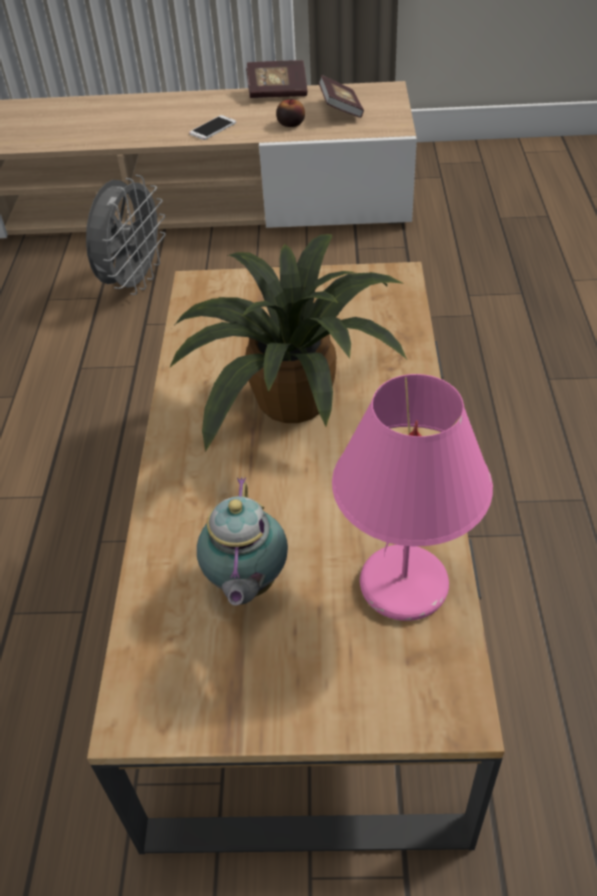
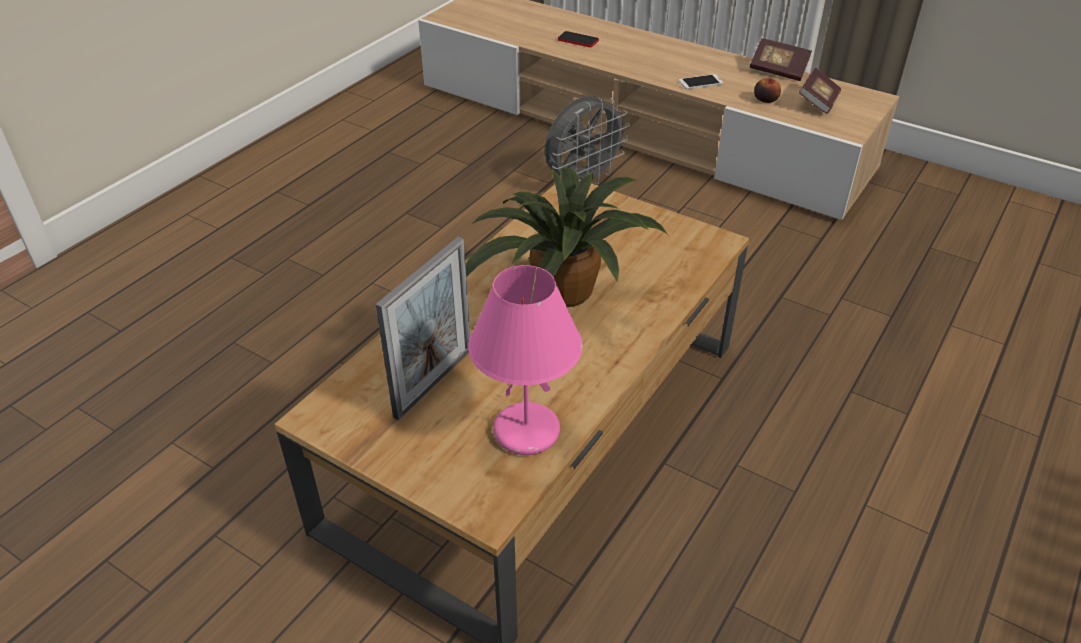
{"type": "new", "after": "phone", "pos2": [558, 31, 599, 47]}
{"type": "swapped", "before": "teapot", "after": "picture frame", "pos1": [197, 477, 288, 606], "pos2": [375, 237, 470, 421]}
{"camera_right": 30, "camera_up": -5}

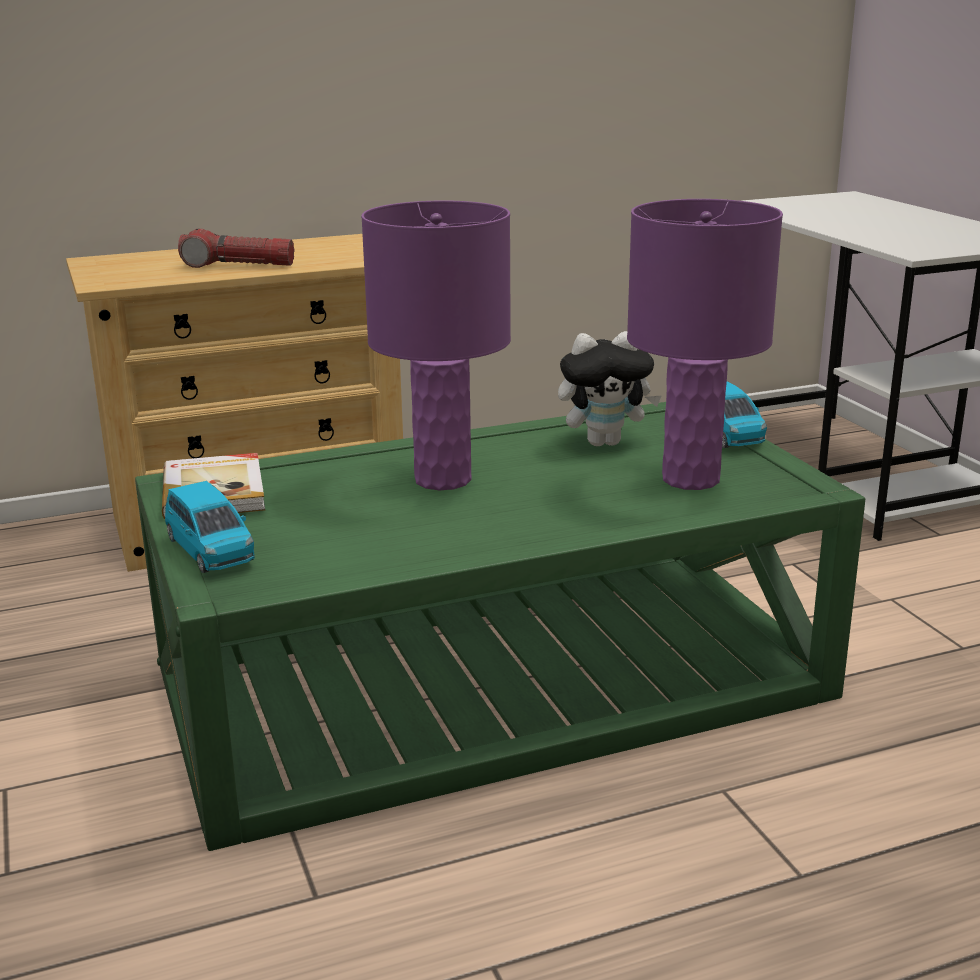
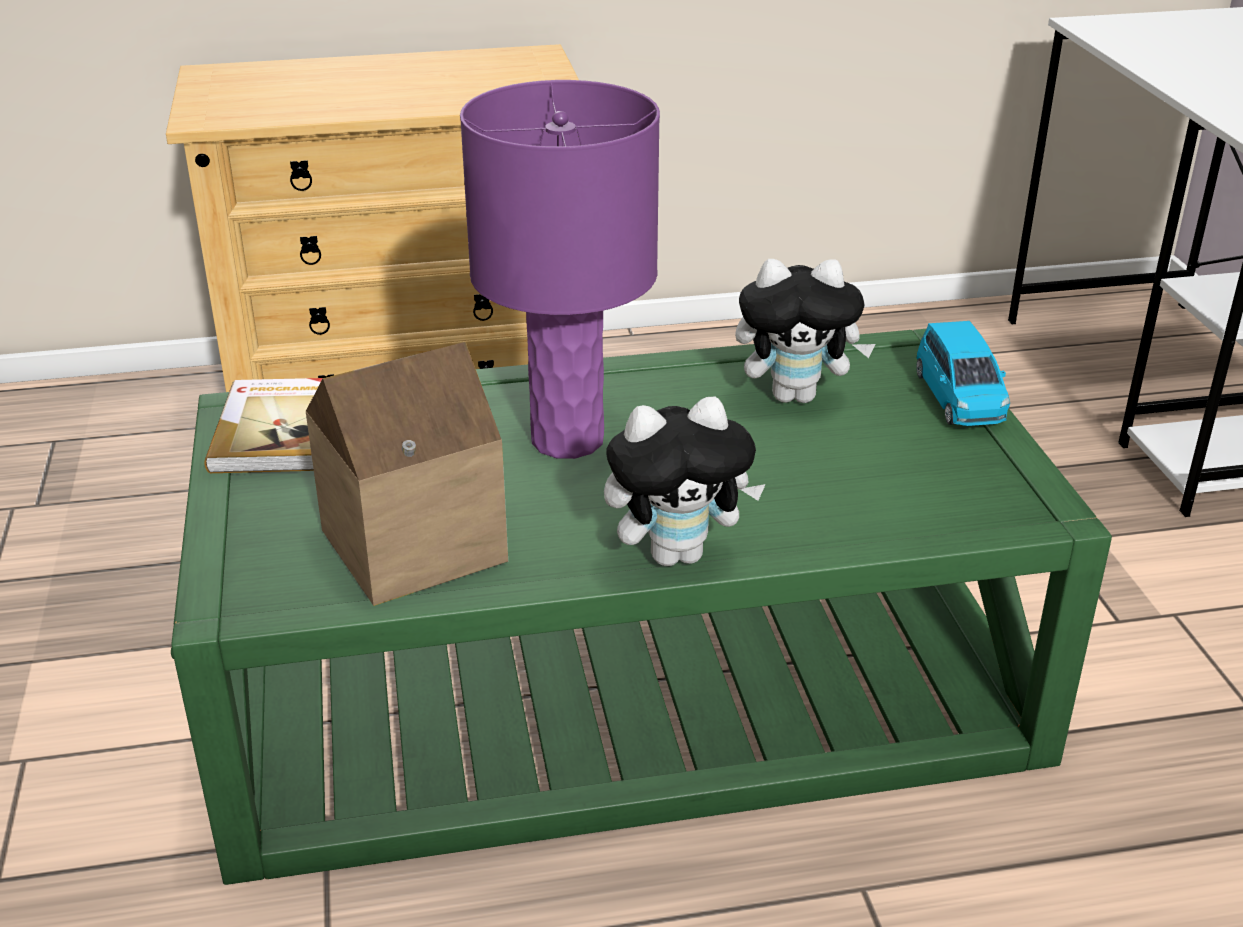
{"type": "gone", "before": "toy car/blue", "pos1": [165, 481, 255, 573]}
{"type": "gone", "before": "flashlight", "pos1": [178, 229, 294, 268]}
{"type": "gone", "before": "table lamp/purple", "pos1": [627, 199, 783, 490]}
{"type": "new", "after": "toy house", "pos2": [306, 342, 508, 606]}
{"type": "new", "after": "plush toy", "pos2": [604, 396, 766, 566]}
{"camera_right": 10, "camera_up": 10}

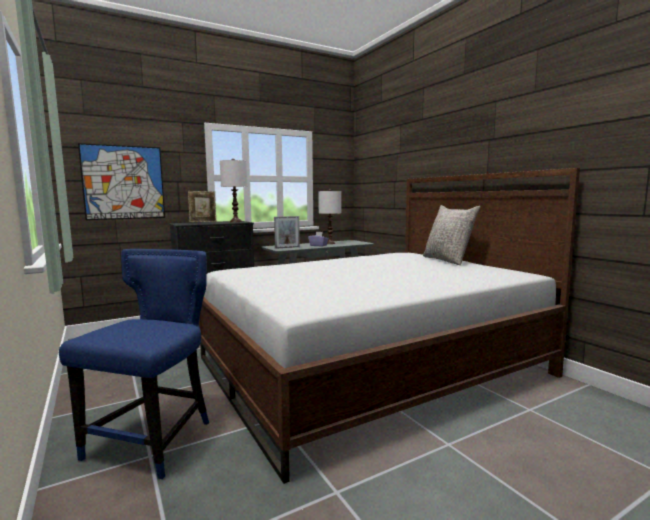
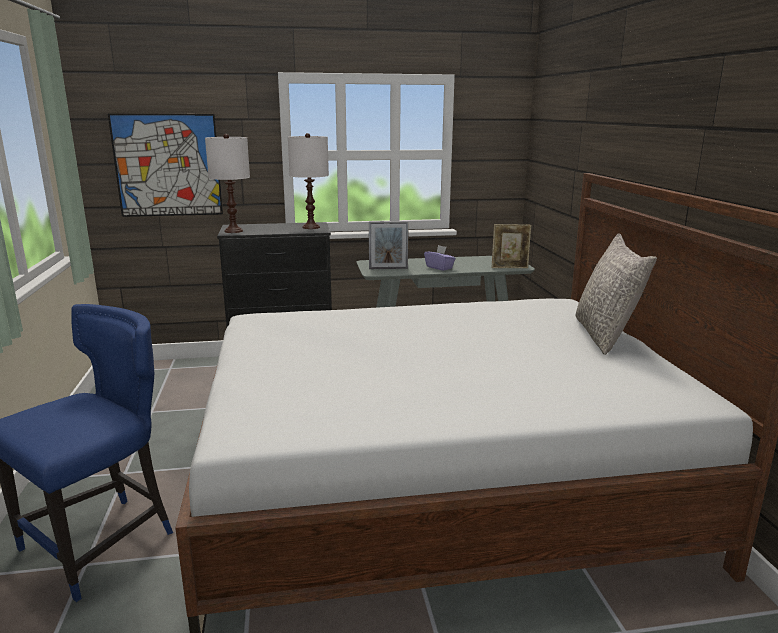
{"type": "shifted", "before": "picture frame", "pos1": [188, 191, 216, 222], "pos2": [492, 224, 531, 268]}
{"type": "shifted", "before": "table lamp/white", "pos1": [318, 189, 341, 244], "pos2": [205, 134, 250, 233]}
{"camera_right": 20, "camera_up": 10}

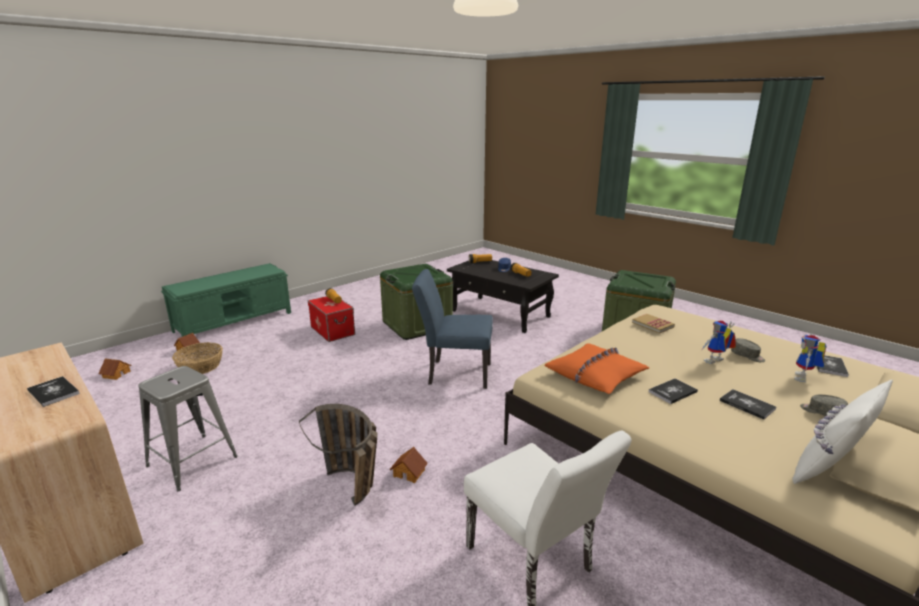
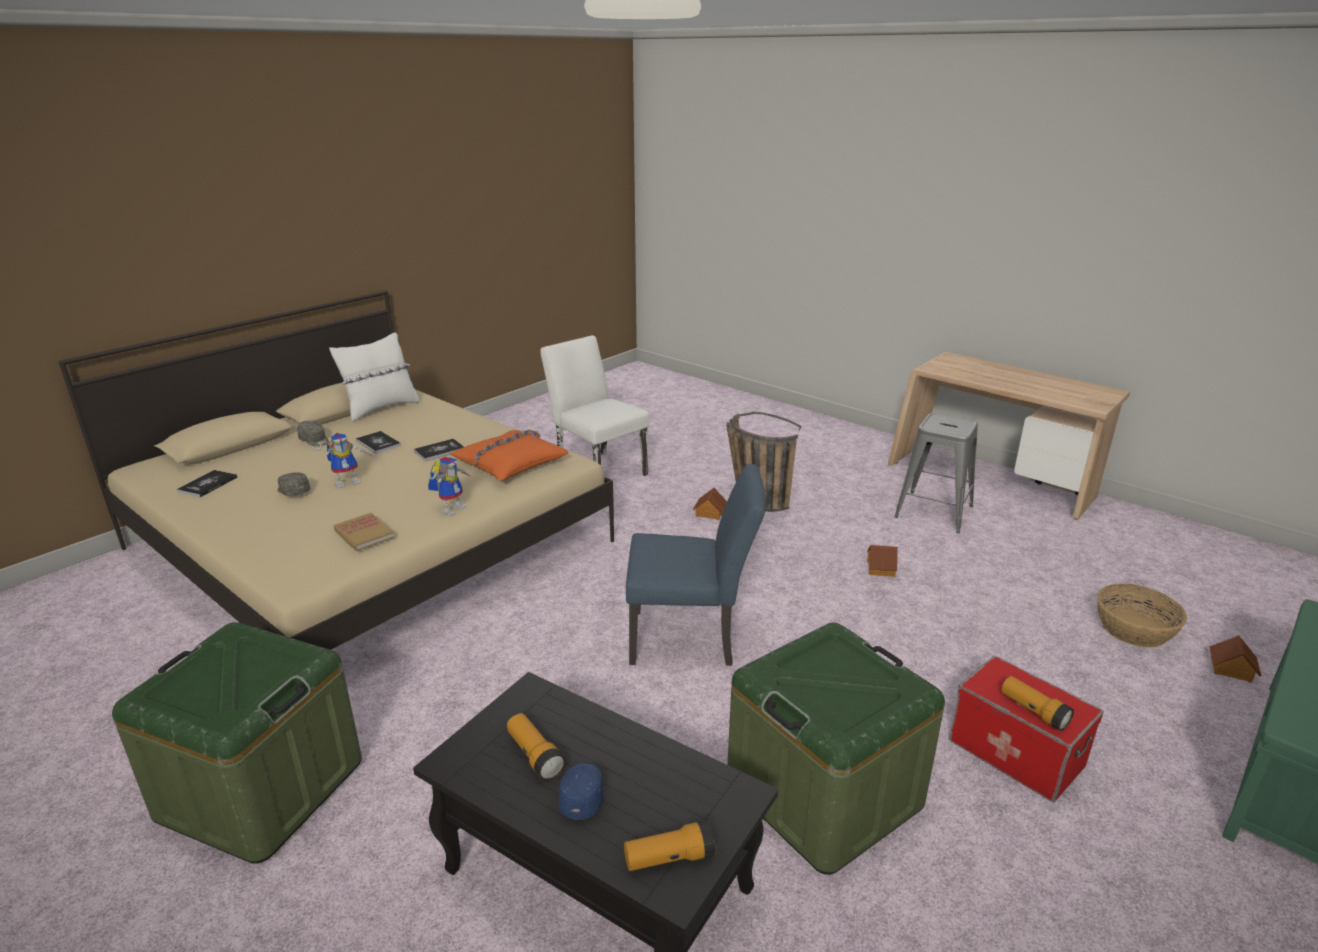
{"type": "gone", "before": "book", "pos1": [27, 376, 80, 407]}
{"type": "shifted", "before": "toy house", "pos1": [98, 358, 131, 380], "pos2": [867, 545, 898, 577]}
{"type": "shifted", "before": "toy robot", "pos1": [794, 333, 827, 382], "pos2": [428, 457, 470, 516]}
{"camera_right": 175, "camera_up": 5}

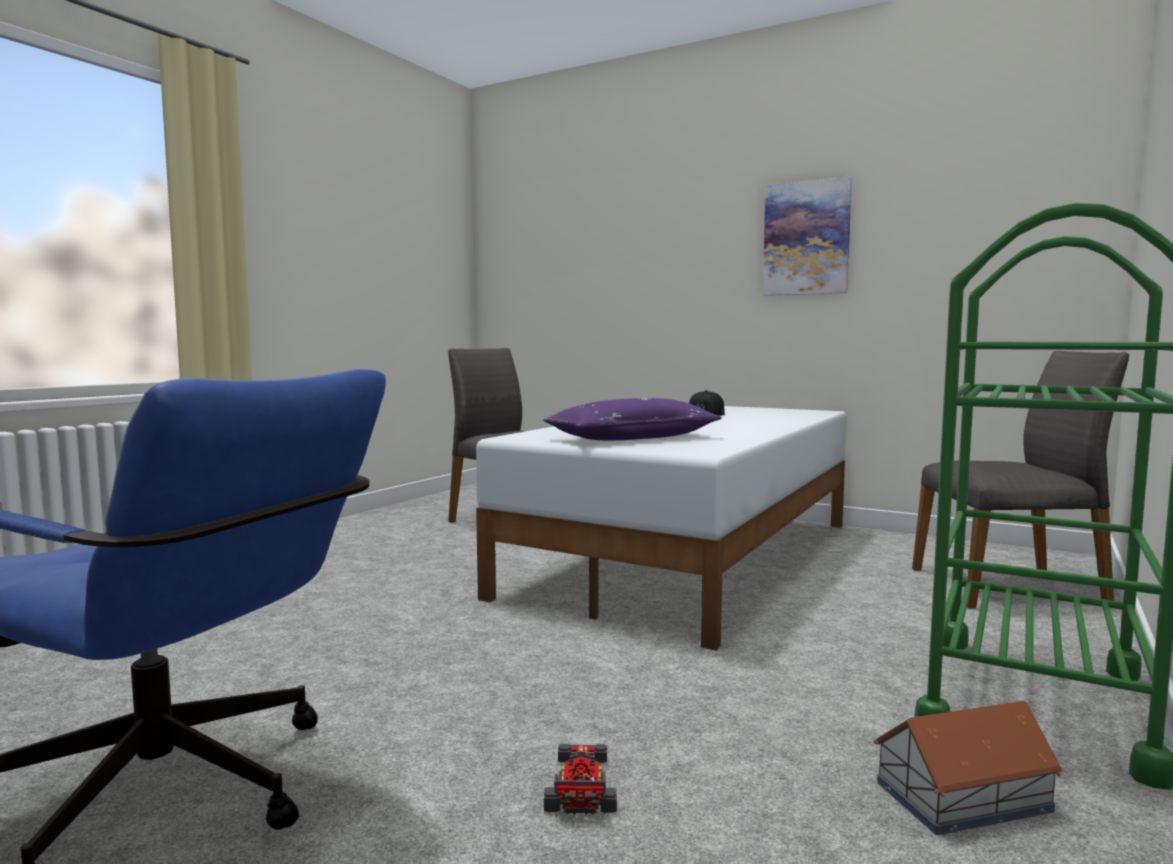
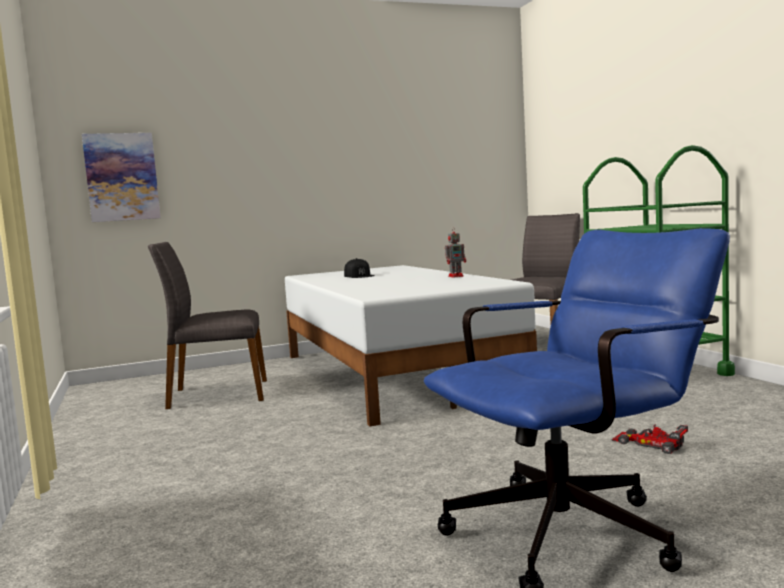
{"type": "gone", "before": "pillow/purple", "pos1": [543, 398, 722, 440]}
{"type": "gone", "before": "toy house", "pos1": [873, 701, 1064, 835]}
{"type": "new", "after": "toy robot", "pos2": [445, 227, 466, 277]}
{"type": "shifted", "before": "picture", "pos1": [763, 176, 852, 296], "pos2": [82, 133, 161, 222]}
{"camera_right": -50, "camera_up": 0}

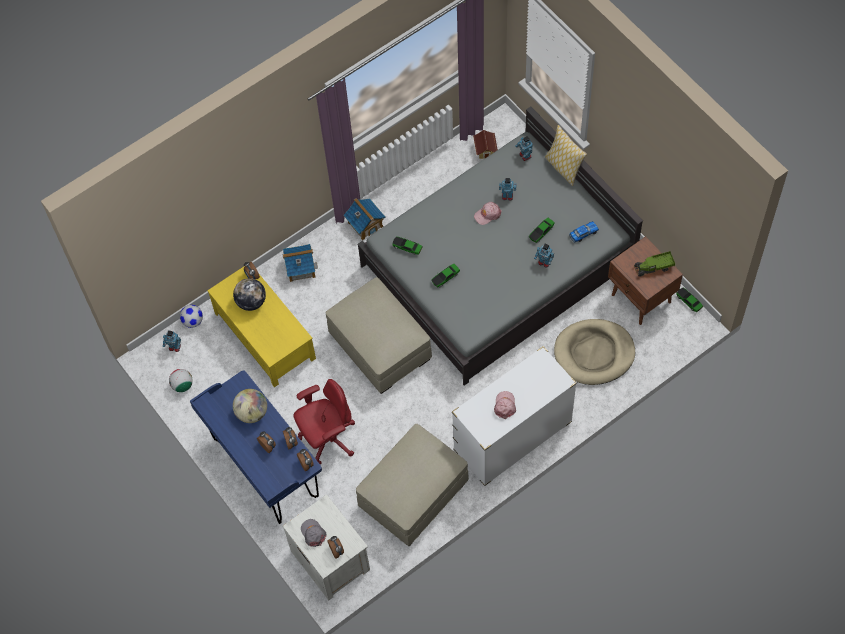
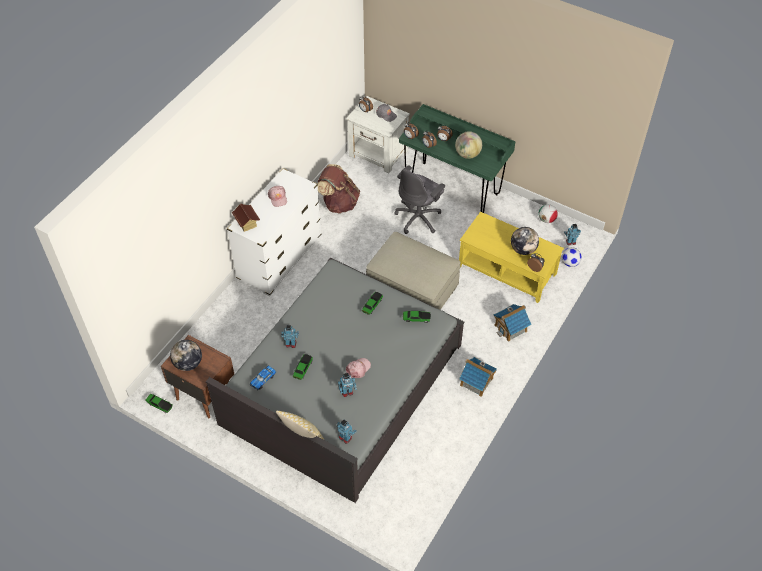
{"type": "gone", "before": "dog bed/beige", "pos1": [554, 319, 635, 385]}
{"type": "shifted", "before": "toy house", "pos1": [473, 130, 498, 159], "pos2": [232, 204, 260, 232]}
{"type": "swapped", "before": "ottoman/beige", "after": "backpack/brown", "pos1": [356, 424, 469, 546], "pos2": [317, 164, 360, 214]}
{"type": "swapped", "before": "toy truck", "after": "globe", "pos1": [634, 251, 675, 277], "pos2": [170, 340, 202, 371]}
{"type": "repainted", "before": "desk/blue", "after": "desk/green", "pos1": [190, 370, 322, 524], "pos2": [399, 104, 515, 213]}
{"type": "repainted", "before": "office chair/red", "after": "office chair/grey", "pos1": [293, 379, 355, 465], "pos2": [394, 165, 445, 234]}
{"camera_right": 155, "camera_up": -10}

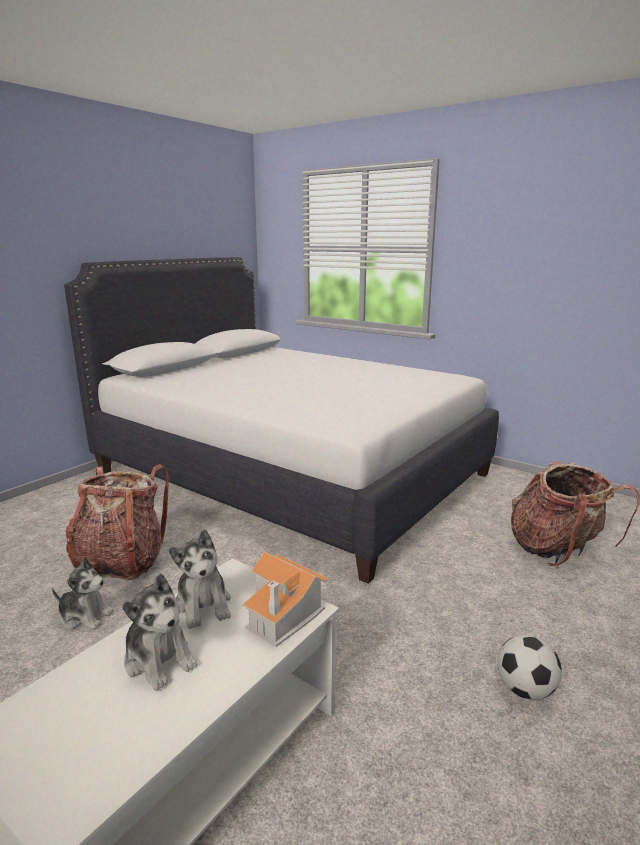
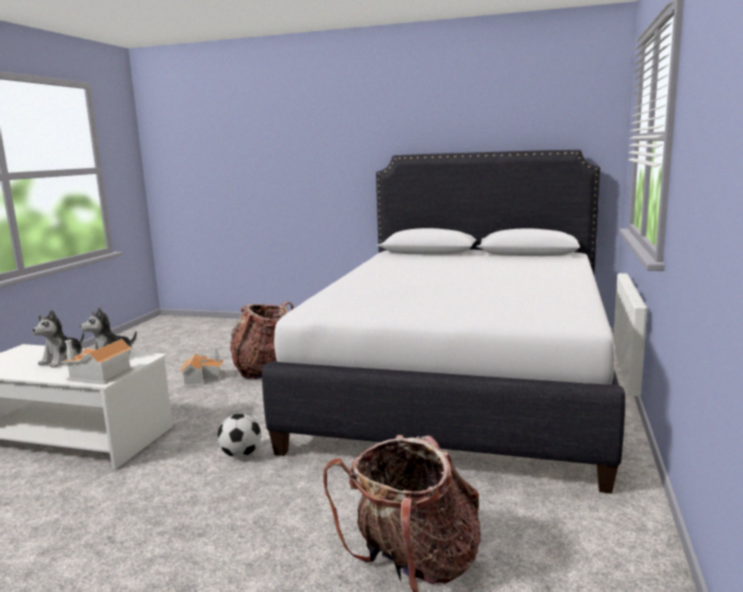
{"type": "shifted", "before": "football", "pos1": [498, 635, 562, 700], "pos2": [217, 414, 261, 458]}
{"type": "swapped", "before": "plush toy", "after": "toy house", "pos1": [52, 557, 114, 630], "pos2": [179, 347, 223, 387]}
{"camera_right": 70, "camera_up": -5}

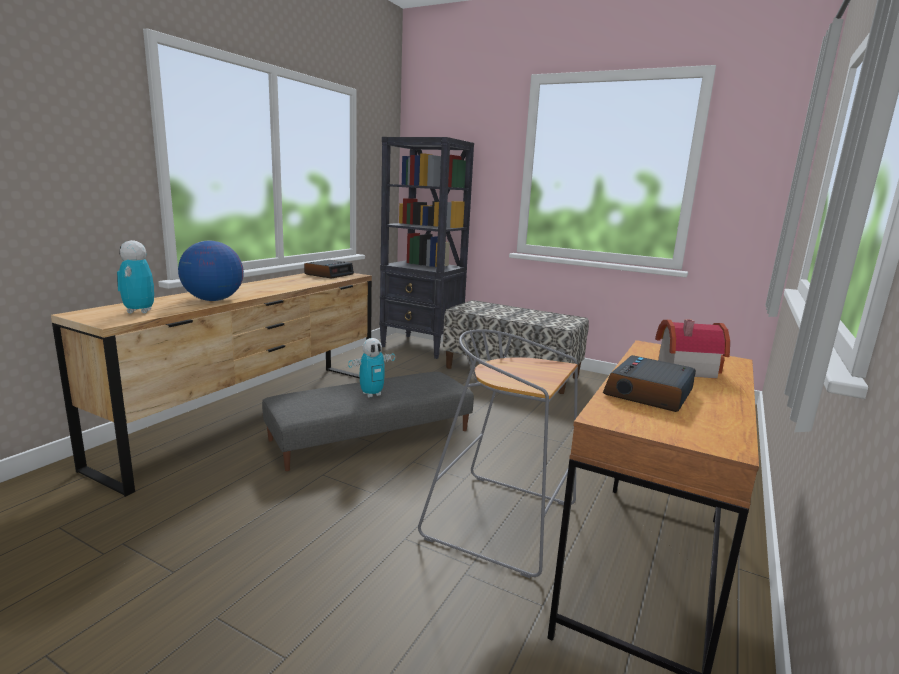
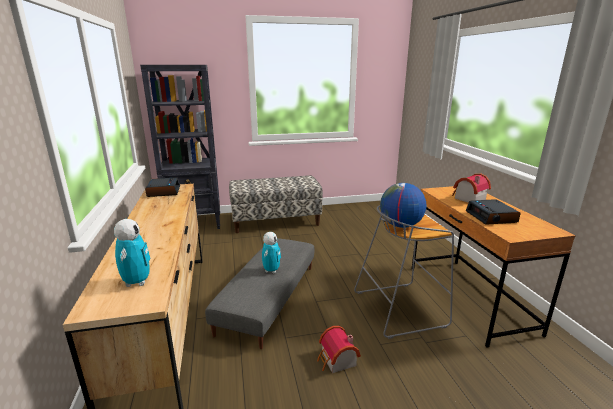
{"type": "new", "after": "toy house", "pos2": [317, 326, 361, 373]}
{"type": "shifted", "before": "globe", "pos1": [178, 241, 244, 301], "pos2": [380, 183, 426, 228]}
{"type": "rotated", "before": "toy robot", "pos1": [117, 240, 154, 313], "pos2": [114, 219, 150, 287], "turn": -135}
{"camera_right": -40, "camera_up": 5}

